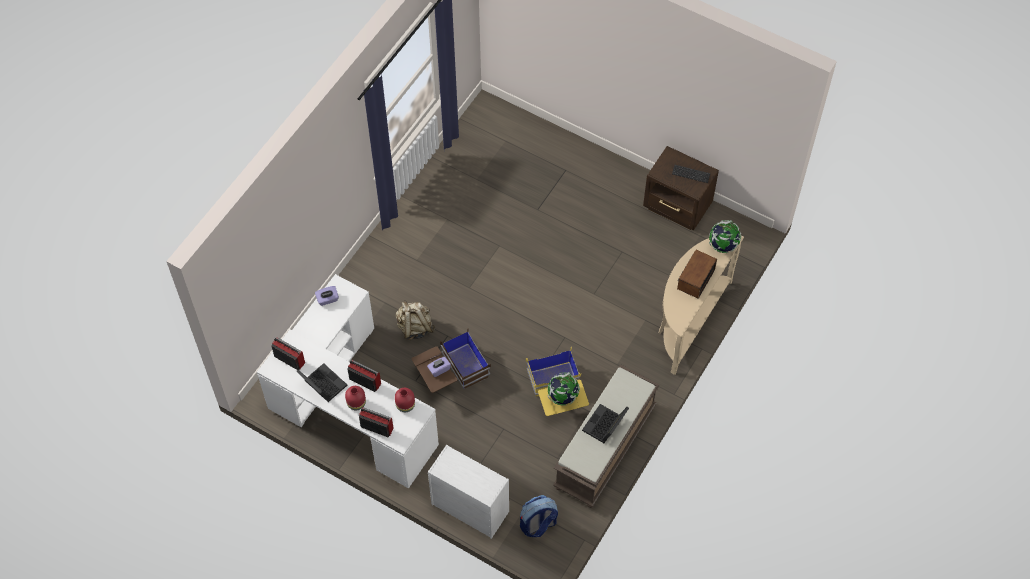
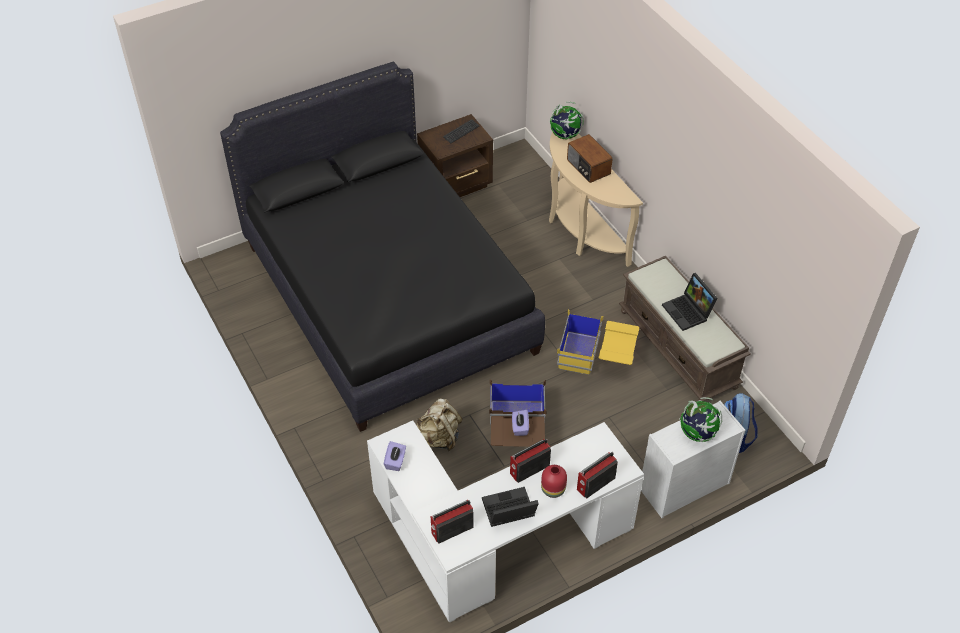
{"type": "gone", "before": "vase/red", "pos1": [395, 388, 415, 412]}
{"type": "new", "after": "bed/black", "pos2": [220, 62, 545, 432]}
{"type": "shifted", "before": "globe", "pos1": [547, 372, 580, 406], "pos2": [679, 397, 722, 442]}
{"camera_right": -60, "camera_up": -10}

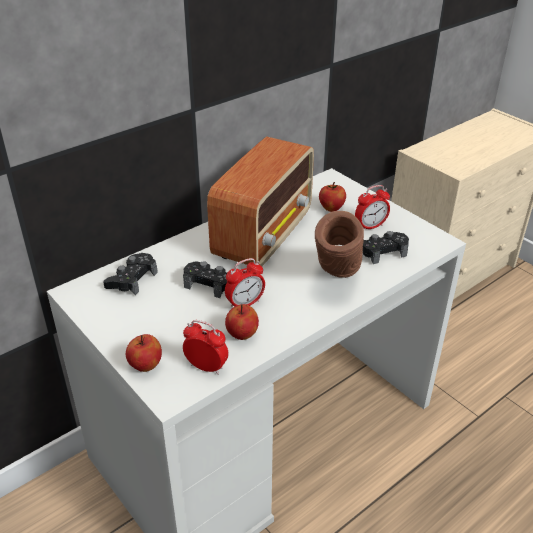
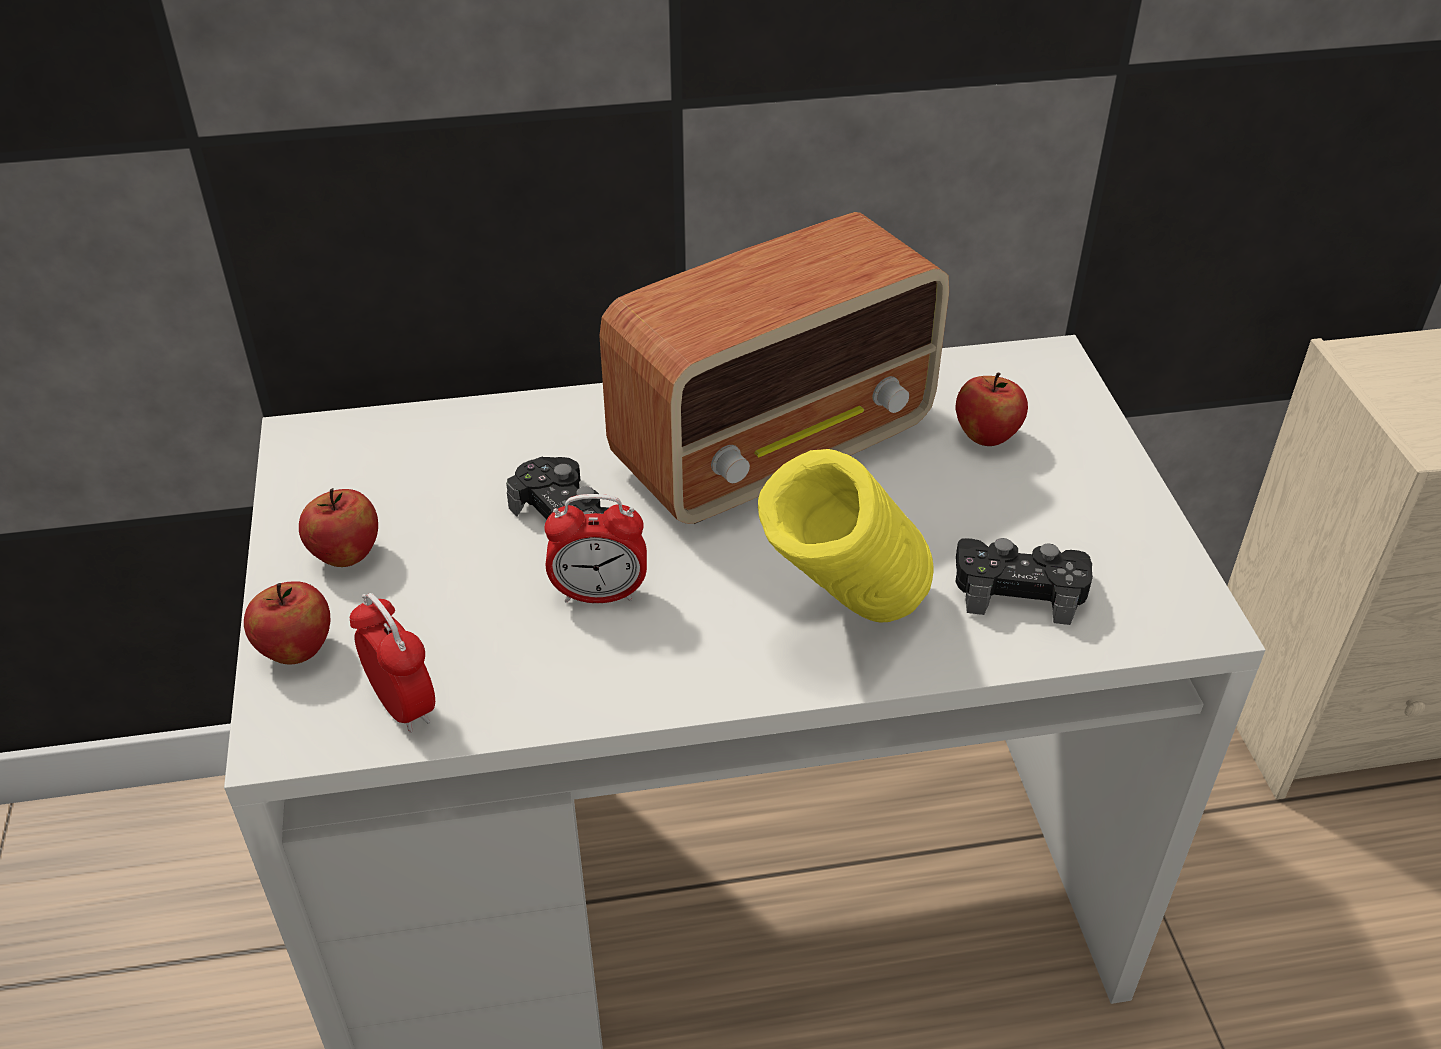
{"type": "gone", "before": "game controller/black", "pos1": [103, 253, 158, 295]}
{"type": "gone", "before": "alarm clock", "pos1": [355, 185, 390, 230]}
{"type": "shifted", "before": "apple", "pos1": [225, 304, 259, 340], "pos2": [299, 488, 378, 567]}
{"type": "repainted", "before": "vase/brown", "after": "vase/yellow", "pos1": [315, 211, 364, 278], "pos2": [758, 449, 934, 622]}
{"camera_right": 30, "camera_up": 5}

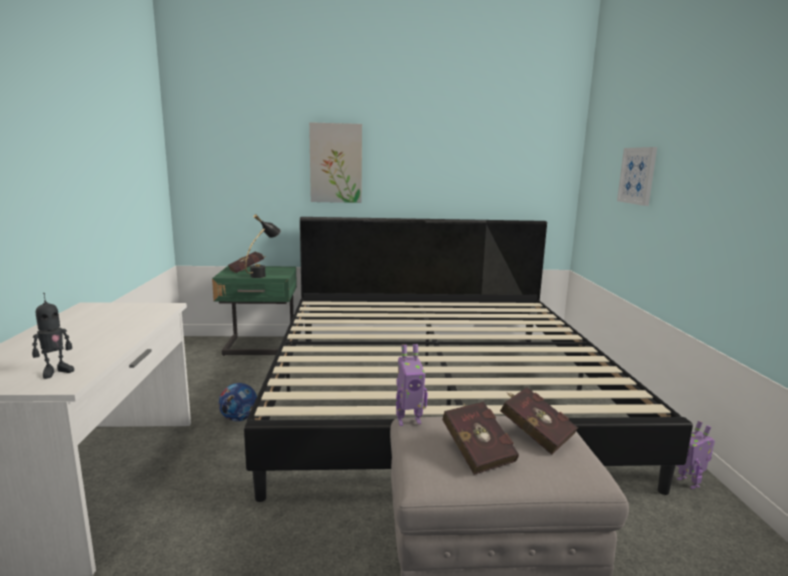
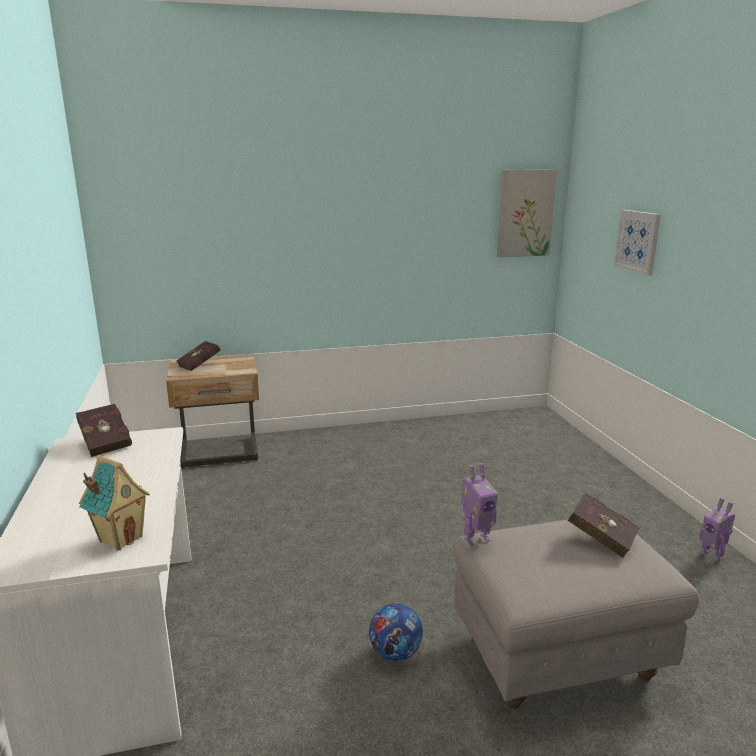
{"type": "gone", "before": "bed", "pos1": [244, 217, 693, 502]}
{"type": "gone", "before": "table lamp/black", "pos1": [245, 214, 281, 278]}
{"type": "shifted", "before": "football", "pos1": [218, 383, 257, 421], "pos2": [369, 603, 423, 661]}
{"type": "shifted", "before": "picture", "pos1": [309, 122, 362, 203], "pos2": [497, 169, 557, 257]}
{"type": "shifted", "before": "book/red", "pos1": [442, 401, 519, 475], "pos2": [76, 404, 132, 457]}
{"type": "swapped", "before": "toy robot", "after": "toy house", "pos1": [32, 293, 74, 379], "pos2": [79, 455, 150, 551]}
{"type": "repainted", "before": "nightstand/green", "after": "nightstand/beige", "pos1": [212, 266, 297, 356], "pos2": [166, 354, 259, 468]}
{"camera_right": -10, "camera_up": 5}

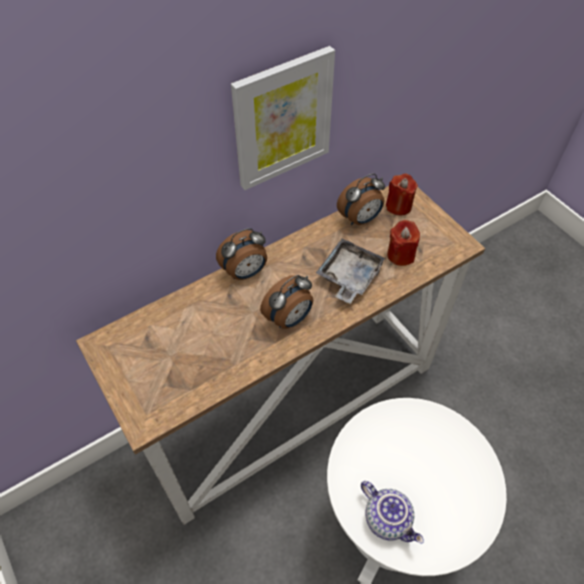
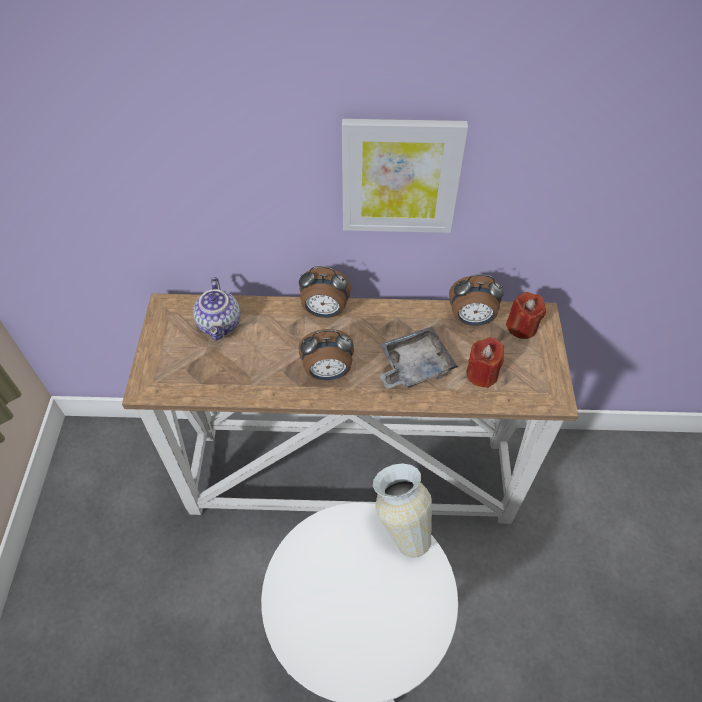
{"type": "new", "after": "vase", "pos2": [373, 464, 432, 558]}
{"type": "shifted", "before": "teapot", "pos1": [361, 481, 424, 544], "pos2": [193, 277, 240, 340]}
{"camera_right": 35, "camera_up": 0}

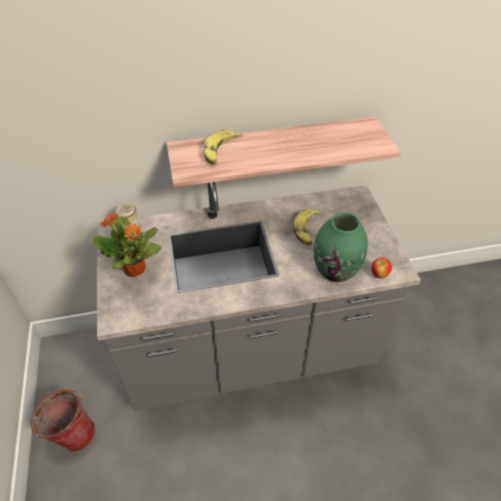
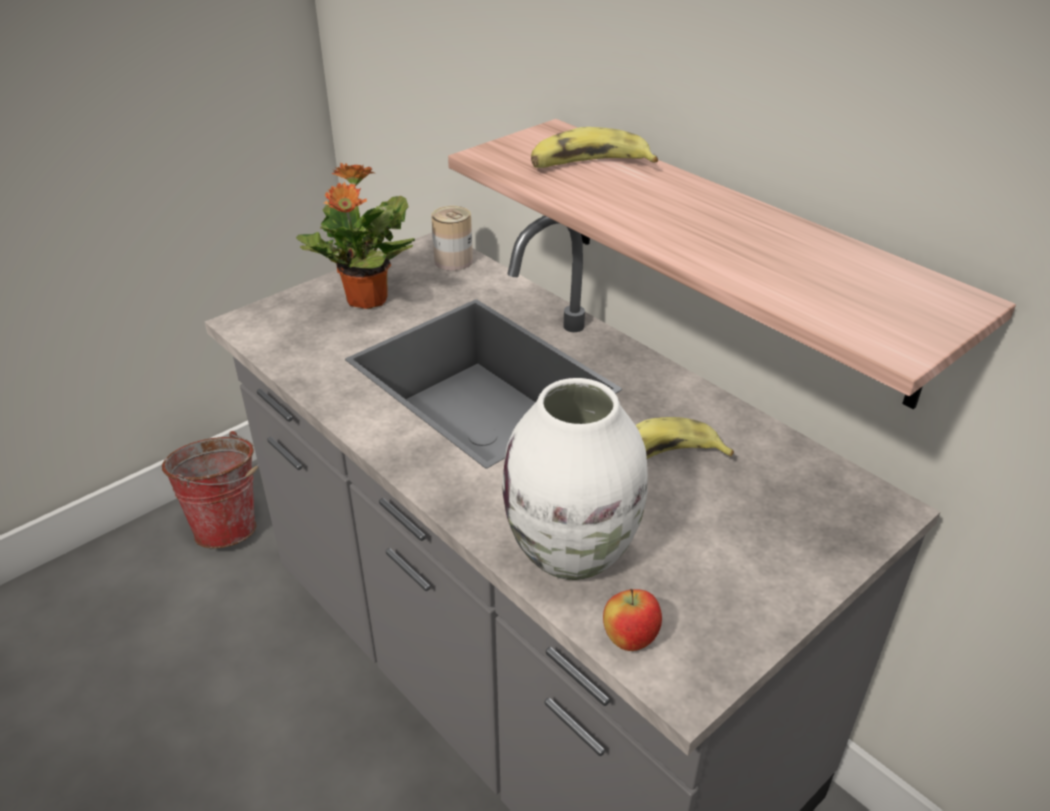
{"type": "repainted", "before": "vase/green", "after": "vase/white", "pos1": [314, 212, 368, 282], "pos2": [503, 378, 648, 580]}
{"camera_right": 60, "camera_up": -10}

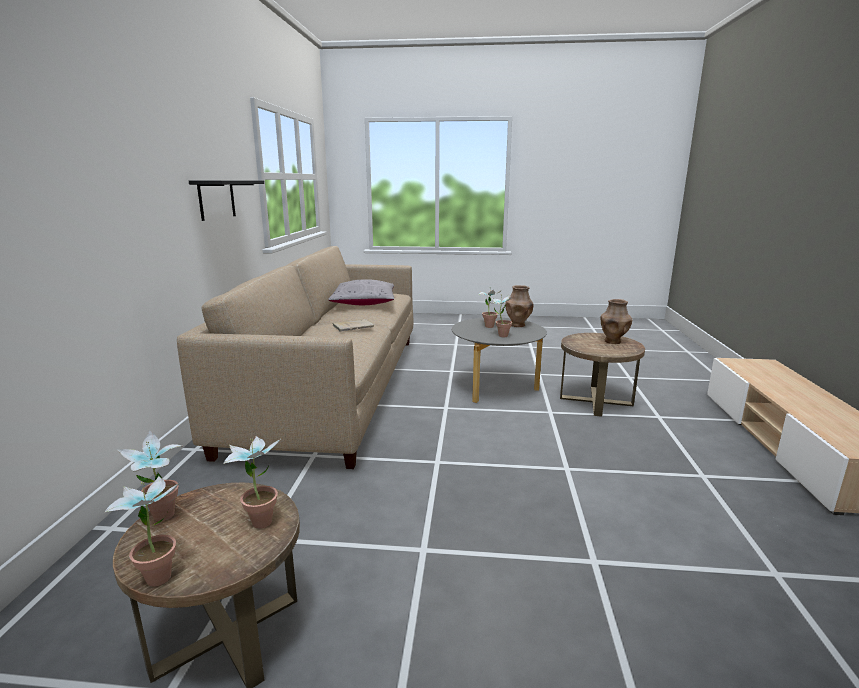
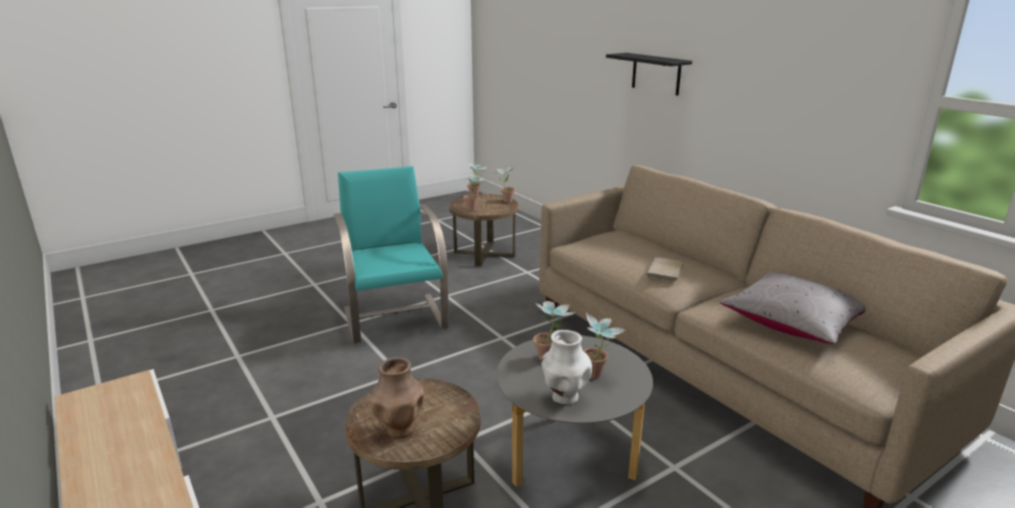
{"type": "new", "after": "armchair/turquoise", "pos2": [334, 166, 449, 343]}
{"type": "shifted", "before": "shelf/black", "pos1": [189, 181, 264, 221], "pos2": [606, 53, 692, 96]}
{"type": "repainted", "before": "vase/brown", "after": "vase/white", "pos1": [505, 285, 533, 327], "pos2": [541, 330, 592, 405]}
{"camera_right": 140, "camera_up": 5}

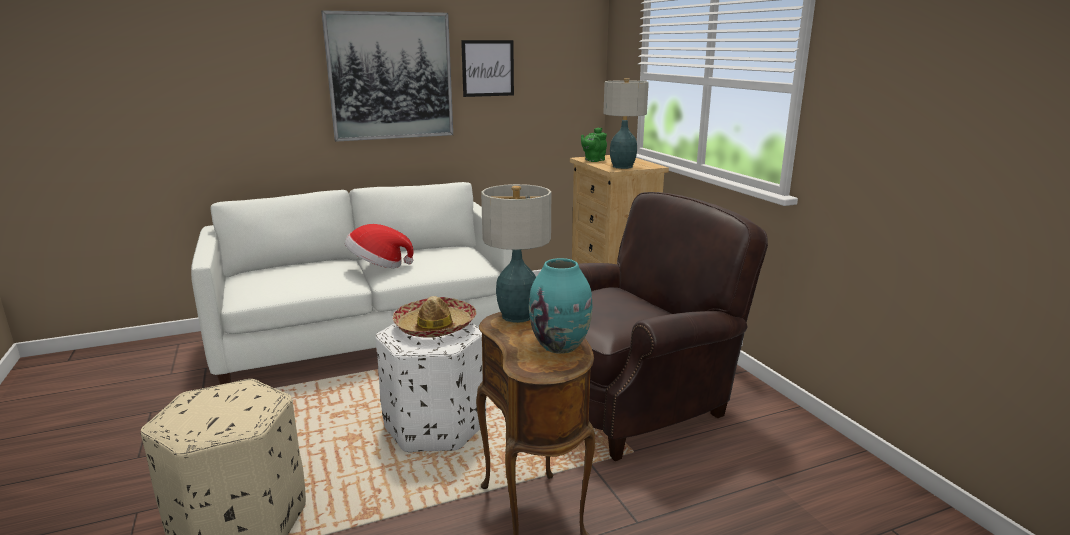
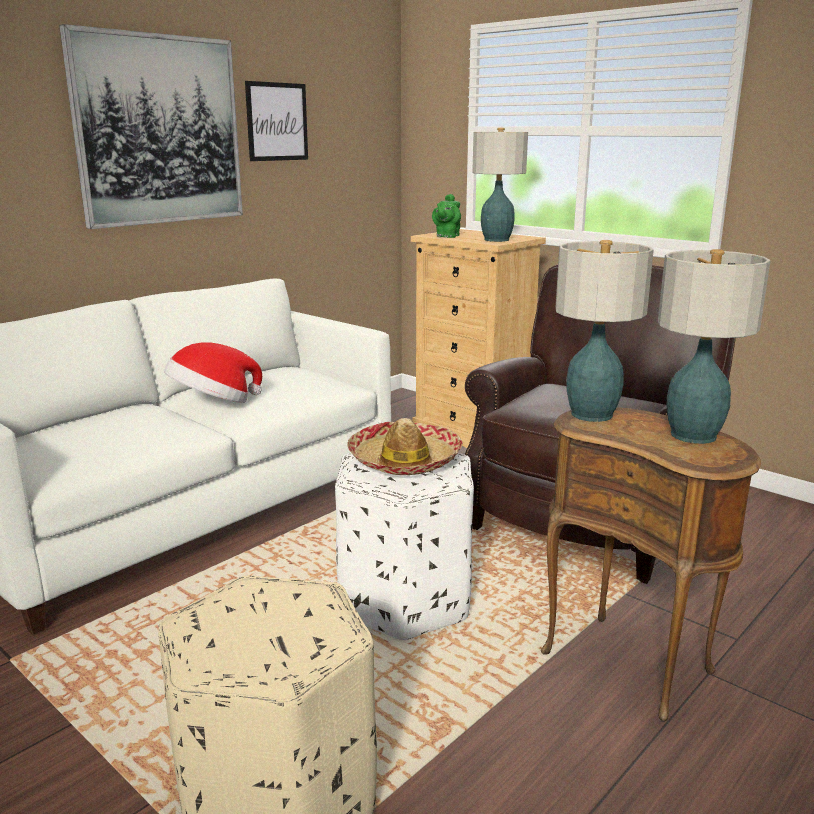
{"type": "swapped", "before": "vase/turquoise", "after": "table lamp", "pos1": [529, 258, 592, 354], "pos2": [658, 249, 770, 444]}
{"camera_right": -25, "camera_up": 0}

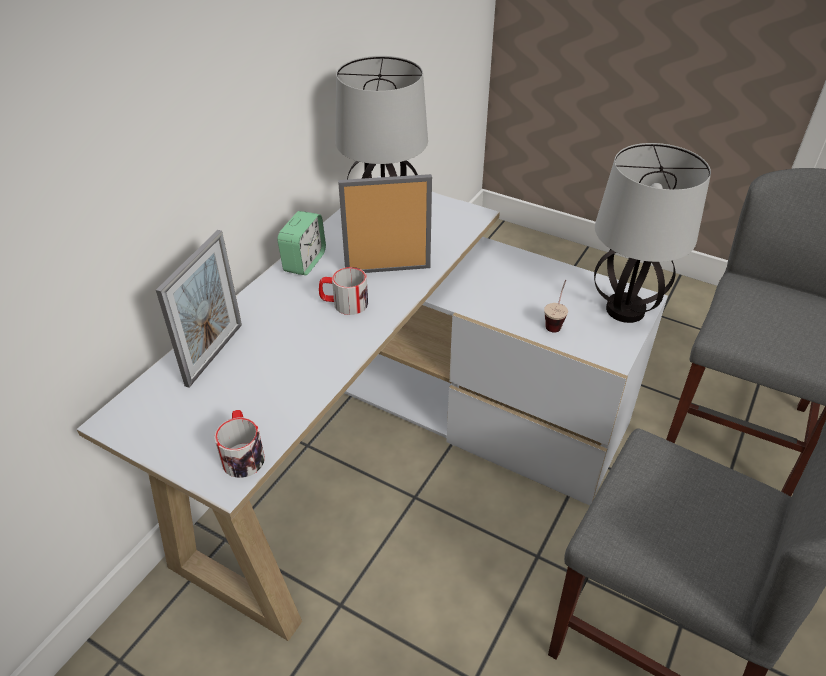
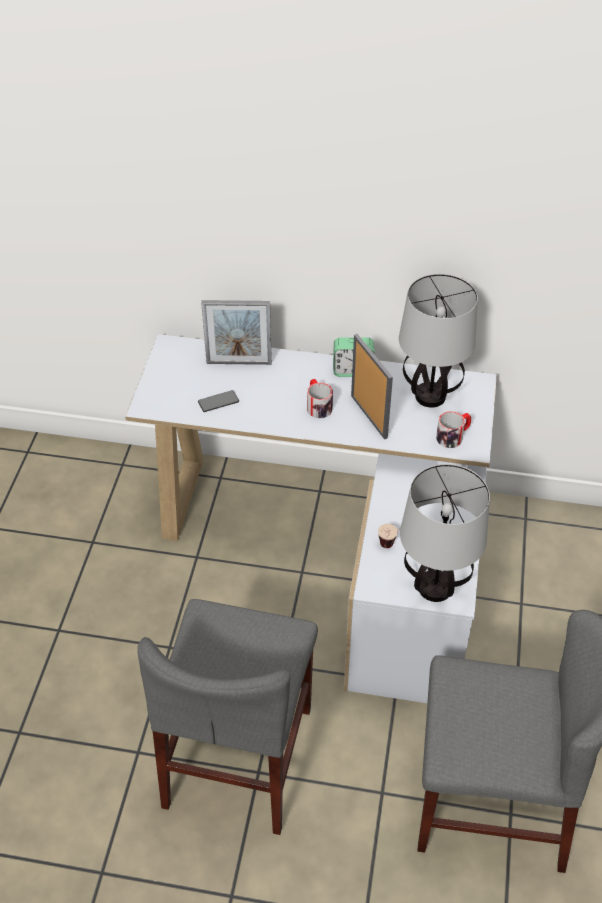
{"type": "new", "after": "phone", "pos2": [198, 390, 239, 412]}
{"type": "shifted", "before": "mug", "pos1": [214, 410, 265, 478], "pos2": [436, 411, 471, 448]}
{"camera_right": 70, "camera_up": 5}

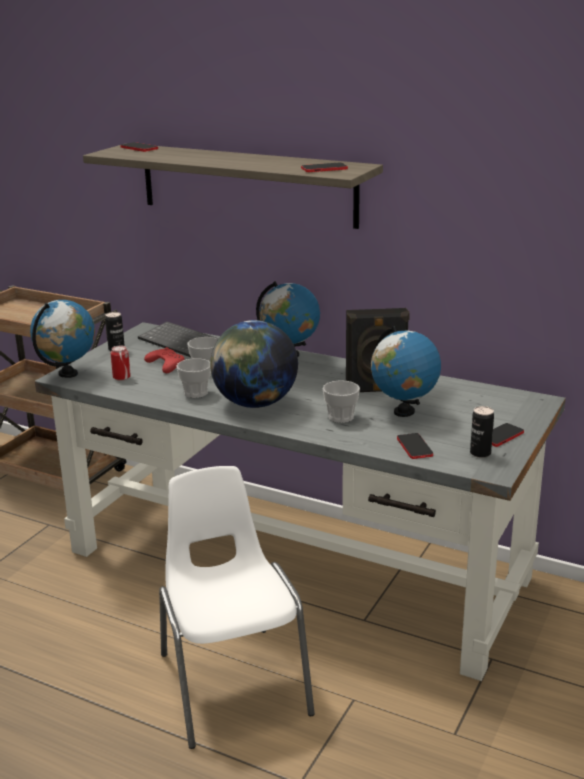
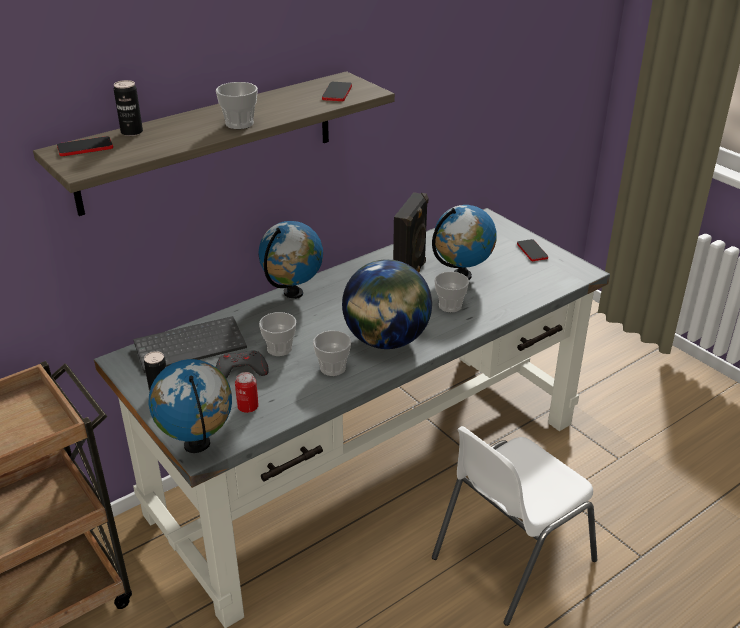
{"type": "gone", "before": "phone", "pos1": [397, 433, 433, 459]}
{"type": "new", "after": "cup", "pos2": [216, 82, 258, 129]}
{"type": "shifted", "before": "can", "pos1": [470, 406, 494, 458], "pos2": [114, 80, 143, 136]}
{"type": "repainted", "before": "game controller/red", "after": "game controller/grey", "pos1": [144, 347, 184, 373], "pos2": [216, 350, 269, 379]}
{"type": "rotated", "before": "chair/white", "pos1": [159, 466, 315, 749], "pos2": [432, 426, 597, 626], "turn": -45}
{"camera_right": -65, "camera_up": 10}

